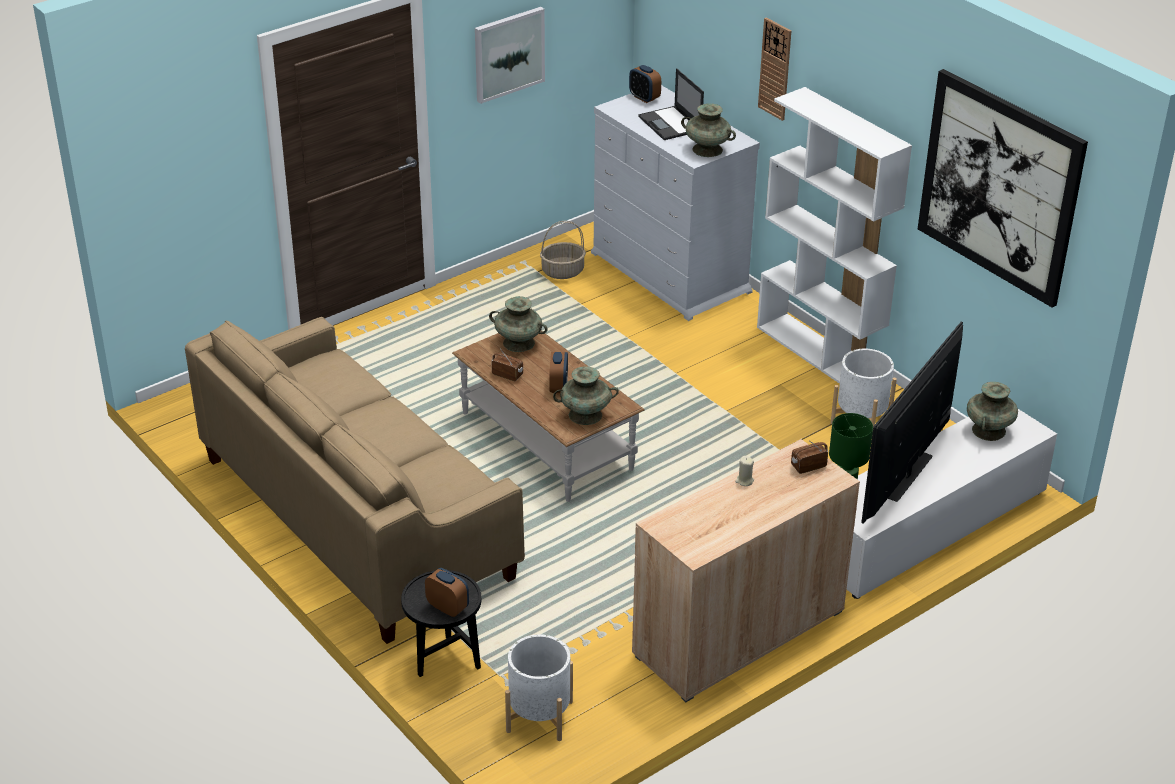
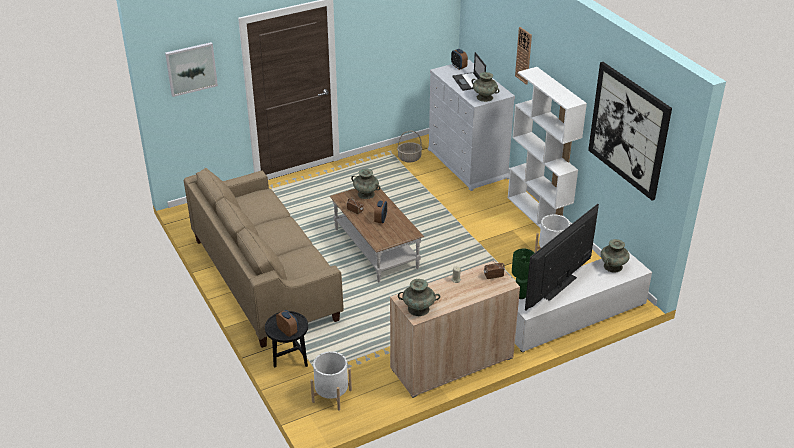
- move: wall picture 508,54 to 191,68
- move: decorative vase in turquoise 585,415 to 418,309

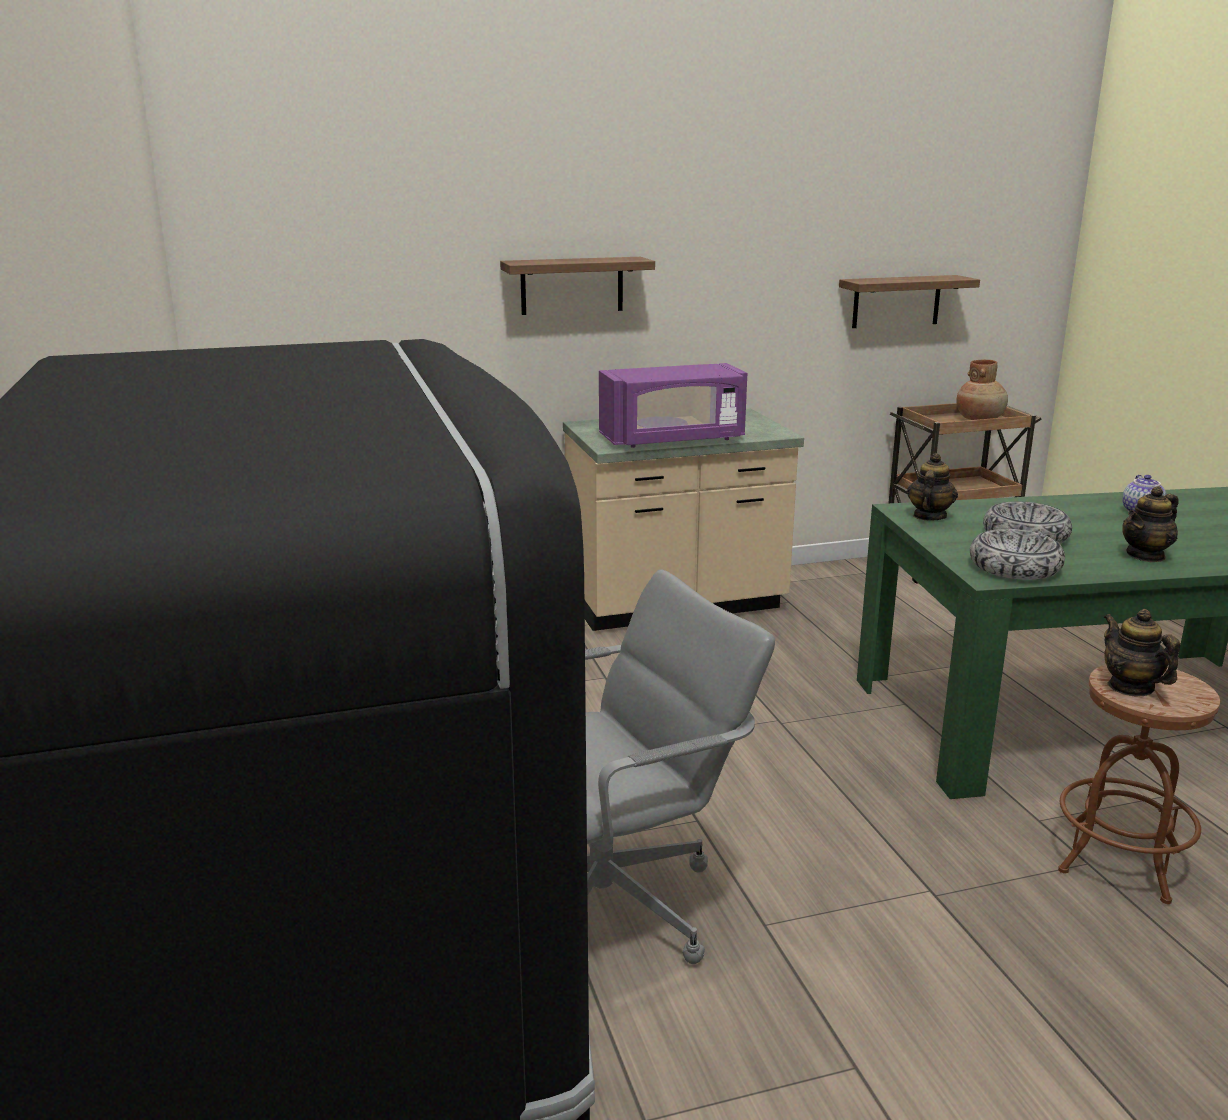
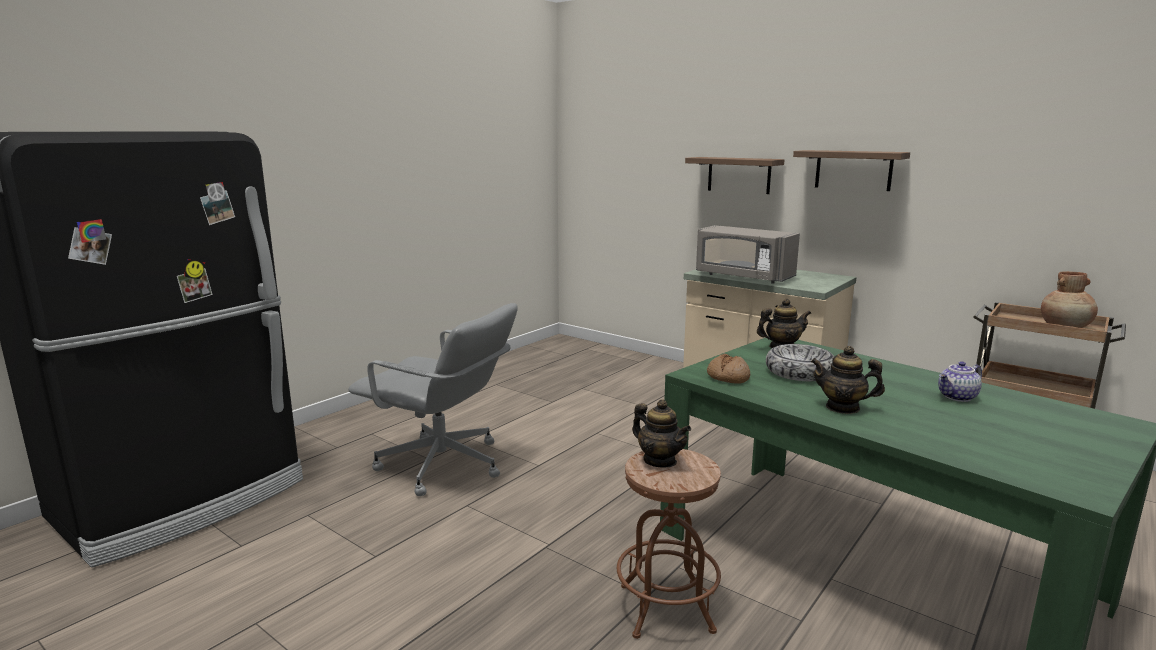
- recolor: microwave oven in purple-coloured 673,440 to microwave oven in greyish 743,277
- move: bracket shelf 896,301 to 853,170
- replace: serving bowl 1014,568 to baked bread 727,377
- rotate: tea pot 1130,687 = 660,461 105 degrees clockwise

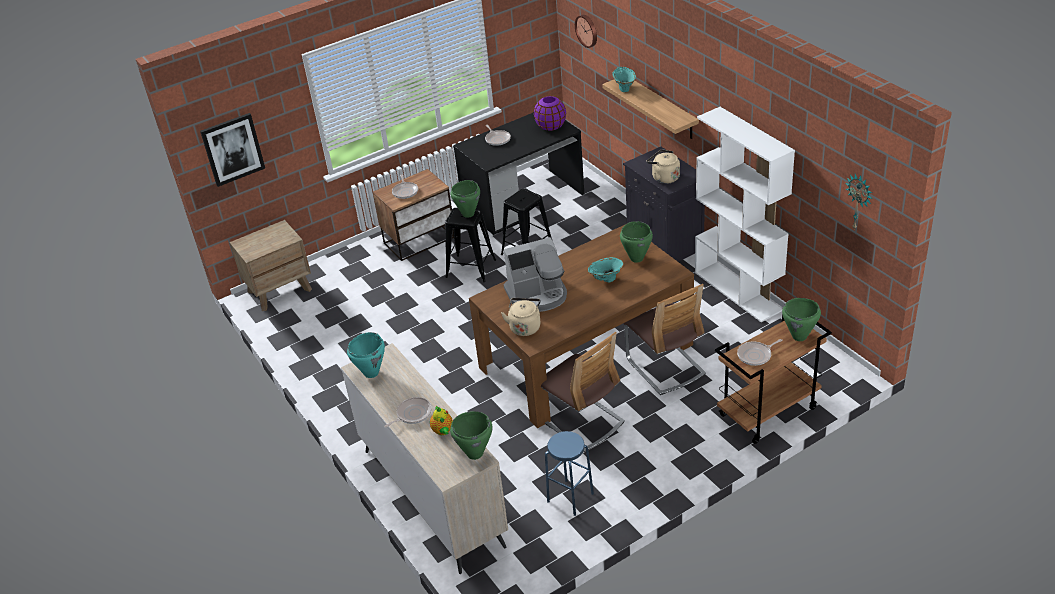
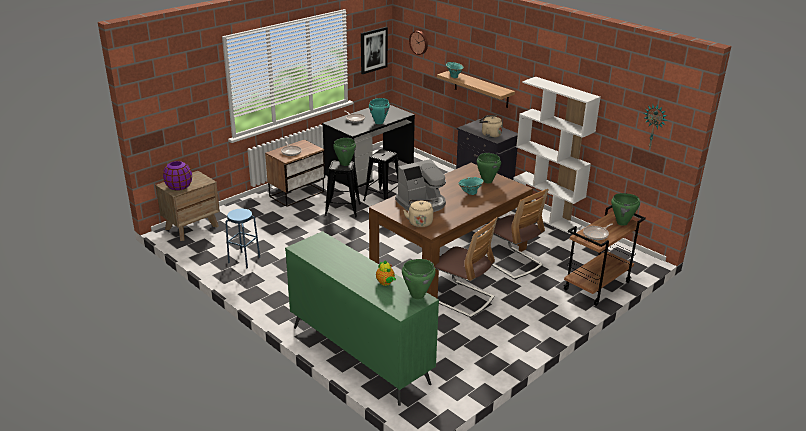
- move: wall picture 232,149 to 373,50
- recolor: drawer chest in beige-coloured 433,496 to drawer chest in green 359,354
- move: saucepot in turquoise 372,373 to 379,122
- delete: frying pan 412,414
- move: decorative vase in purple-coloured 551,126 to 179,187
- move: sitting stool in blue 570,497 to 244,259

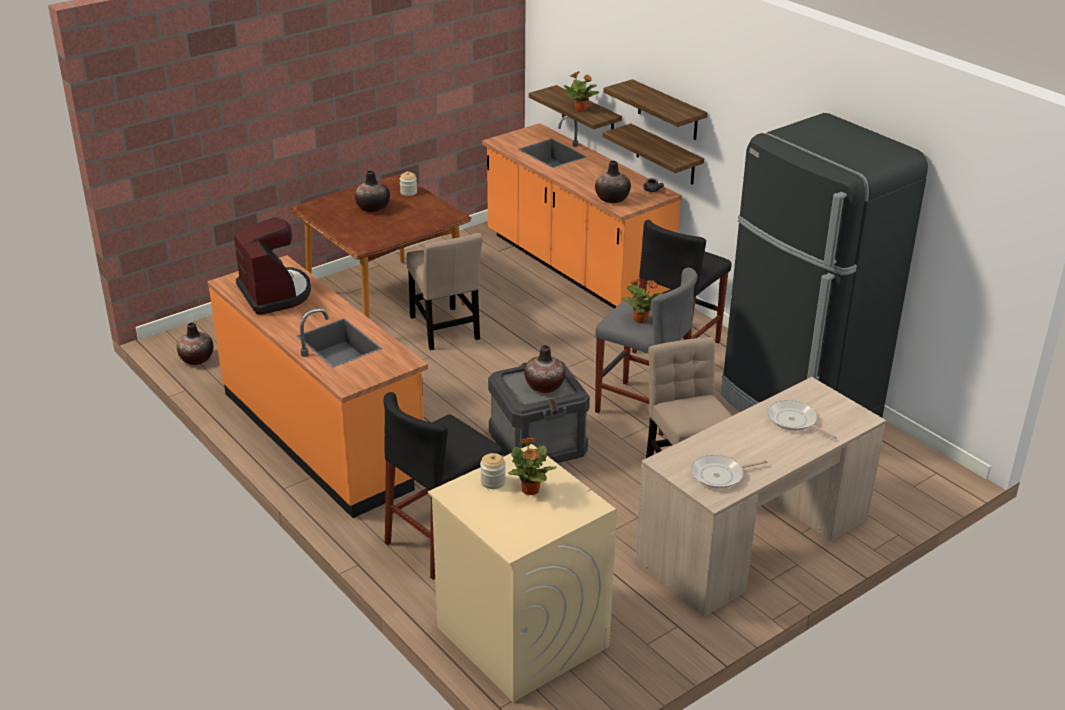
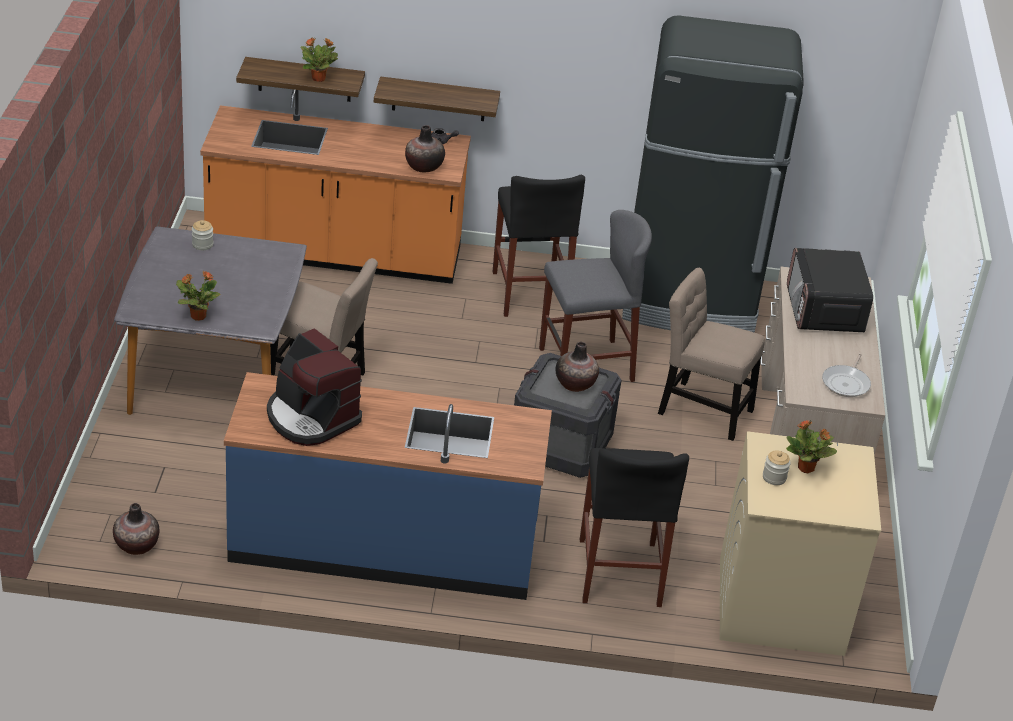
- recolor: kitchen base unit in orange 323,436 to kitchen base unit in blue 384,545
- rotate: coffee maker 275,293 = 311,417 150 degrees counterclockwise
- recolor: kitchen table in brown-coloured 385,300 to kitchen table in greyish 214,379
- delete: decorative vase 373,208
- delete: bracket shelf 667,110
- move: potted plant 640,319 to 197,316
- replace: frying pan 794,421 to microwave oven 824,311

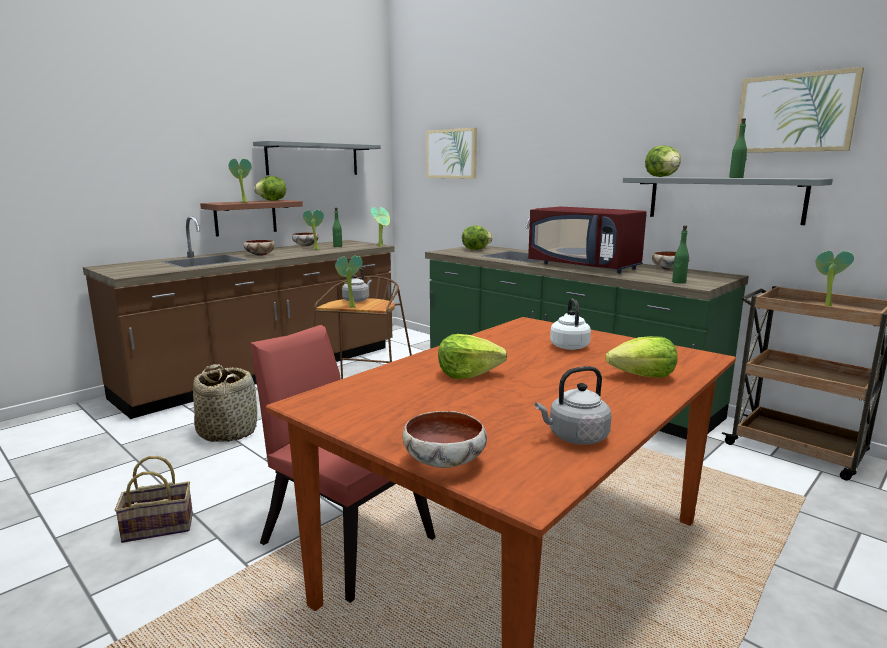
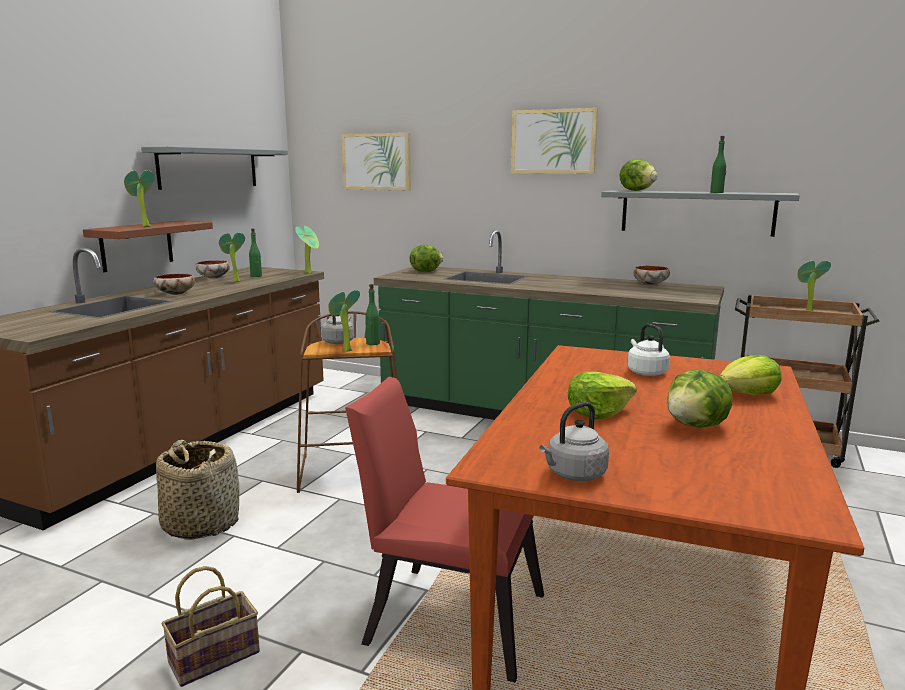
- move: lettuce head 272,200 to 696,426
- delete: serving bowl 446,462
- delete: microwave oven in red 584,266
- move: water kettle in greyish 575,437 to 574,474
- move: bottle in green 678,282 to 373,343
- move: wall picture 795,113 to 553,141

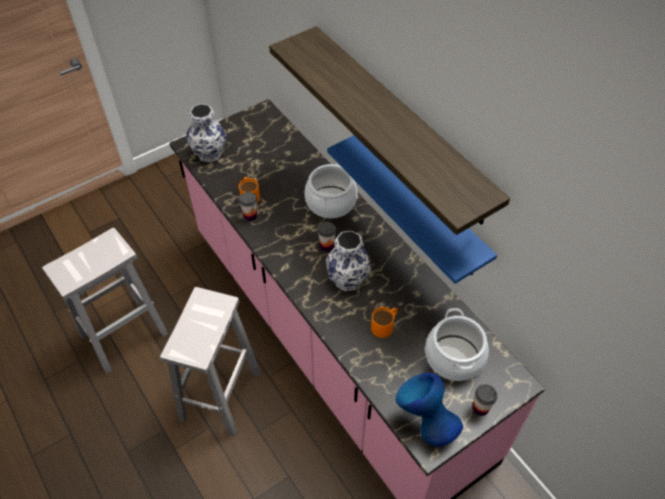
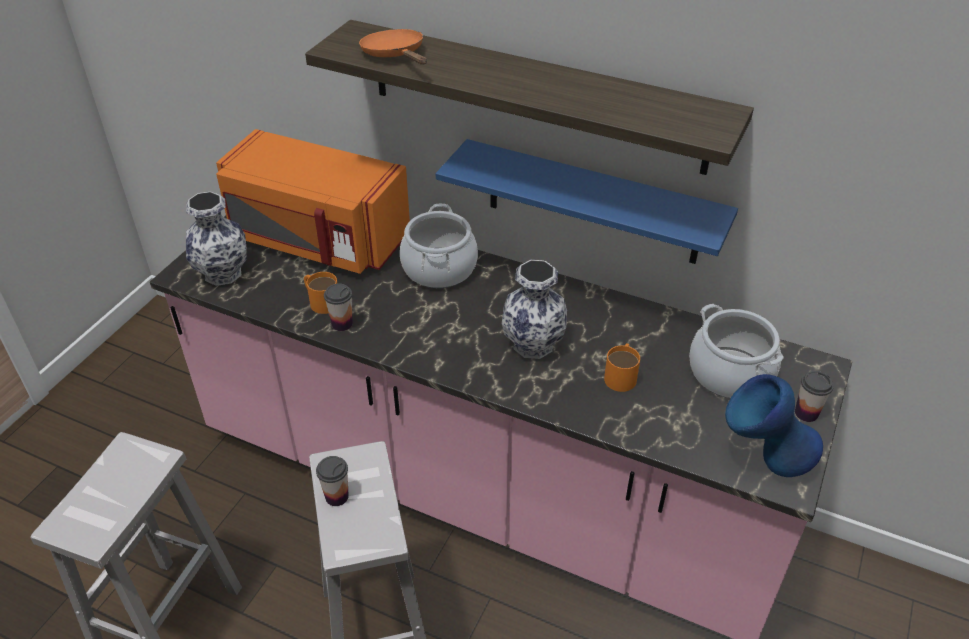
- move: small cup 327,246 to 337,496
- insert: microwave oven in orange 317,239
- insert: frying pan in orange 395,55

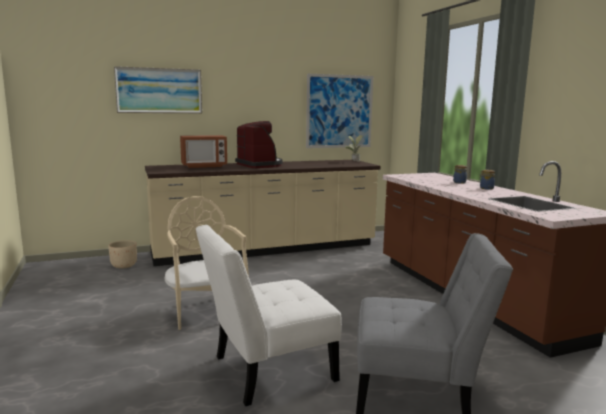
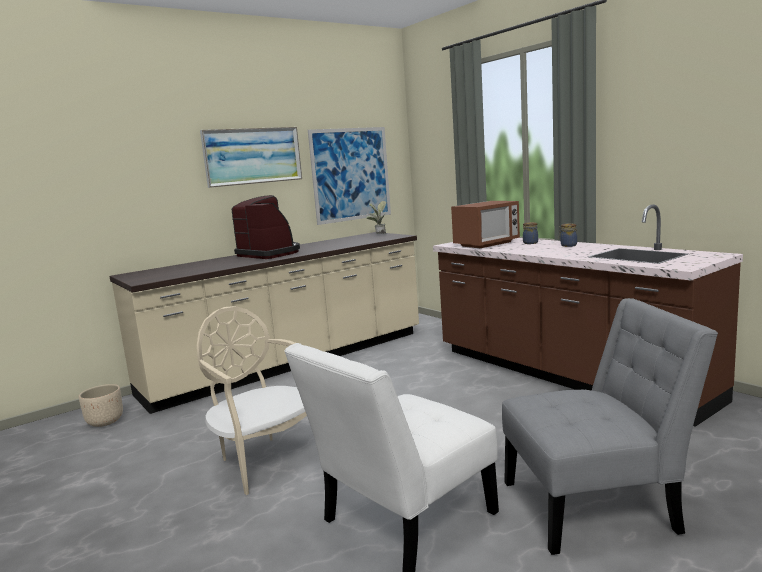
- move: wall picture 159,90 to 253,156
- move: microwave oven 204,166 to 486,244

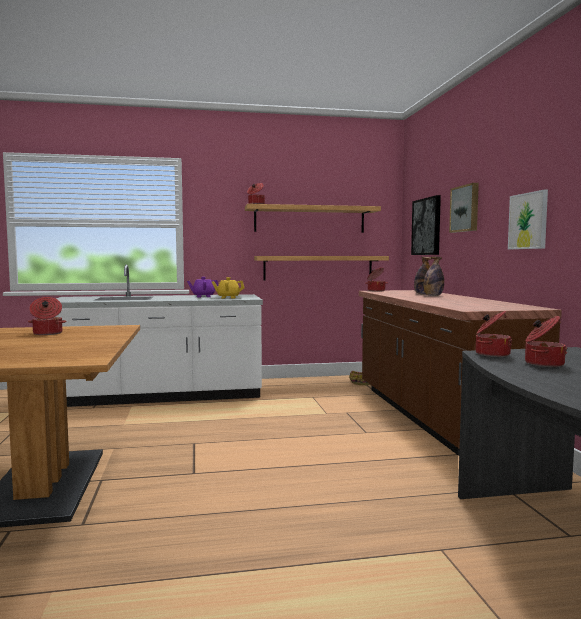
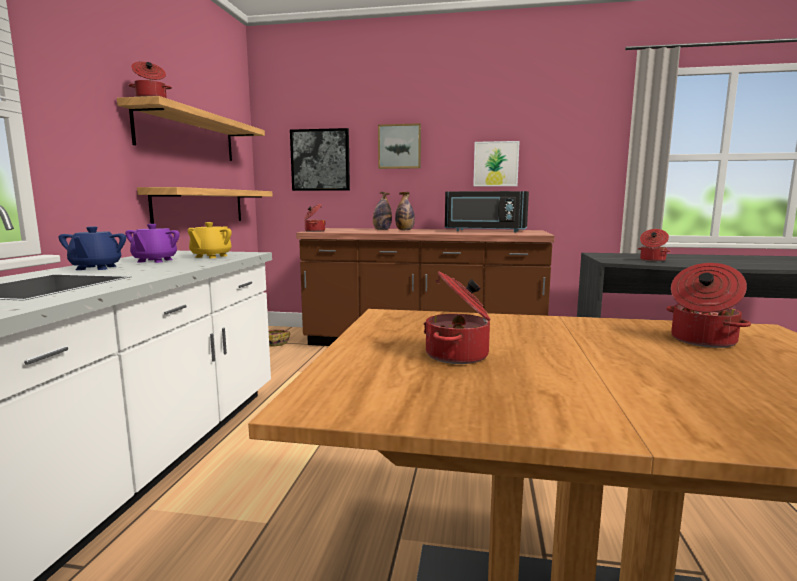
- move: saucepot 491,354 to 701,340
- insert: tea pot in blue 96,268
- insert: microwave oven in blackish 485,231

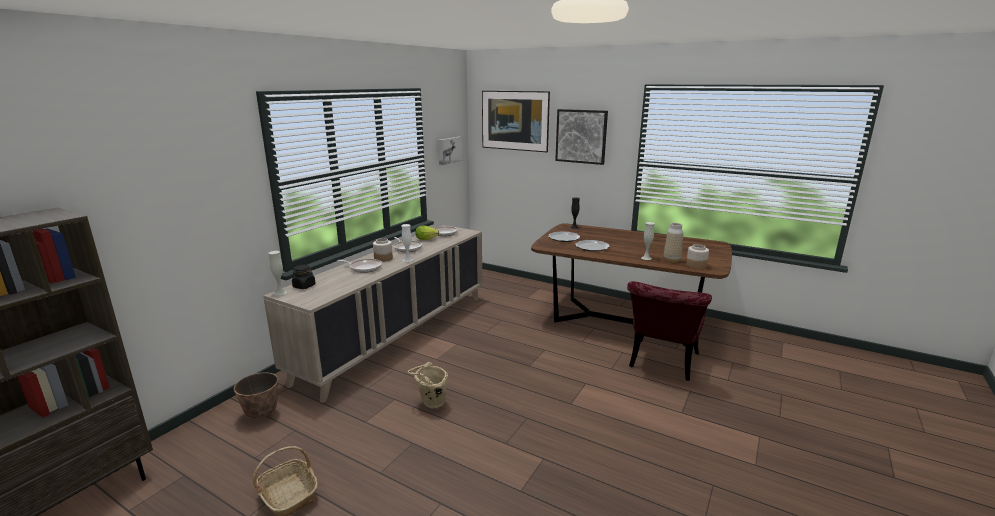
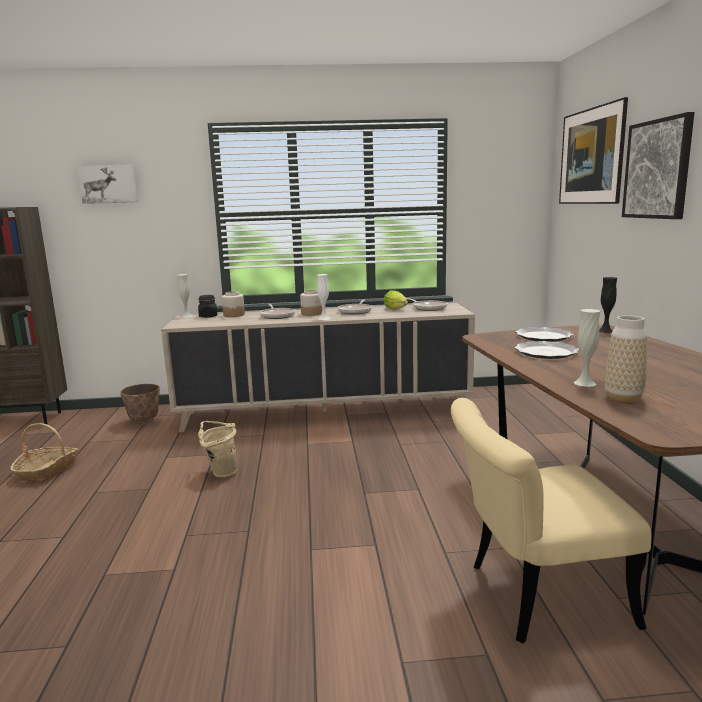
- move: wall picture 449,150 to 109,184
- recolor: upright chair in red 662,364 to upright chair in beige-coloured 533,596
- move: preserve jar 695,266 to 234,315

